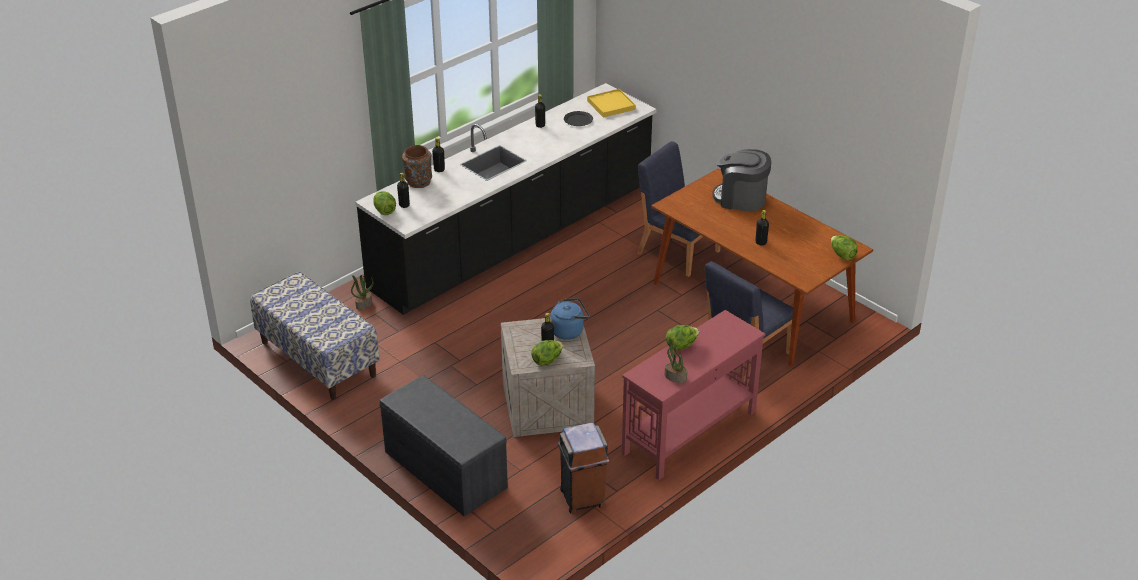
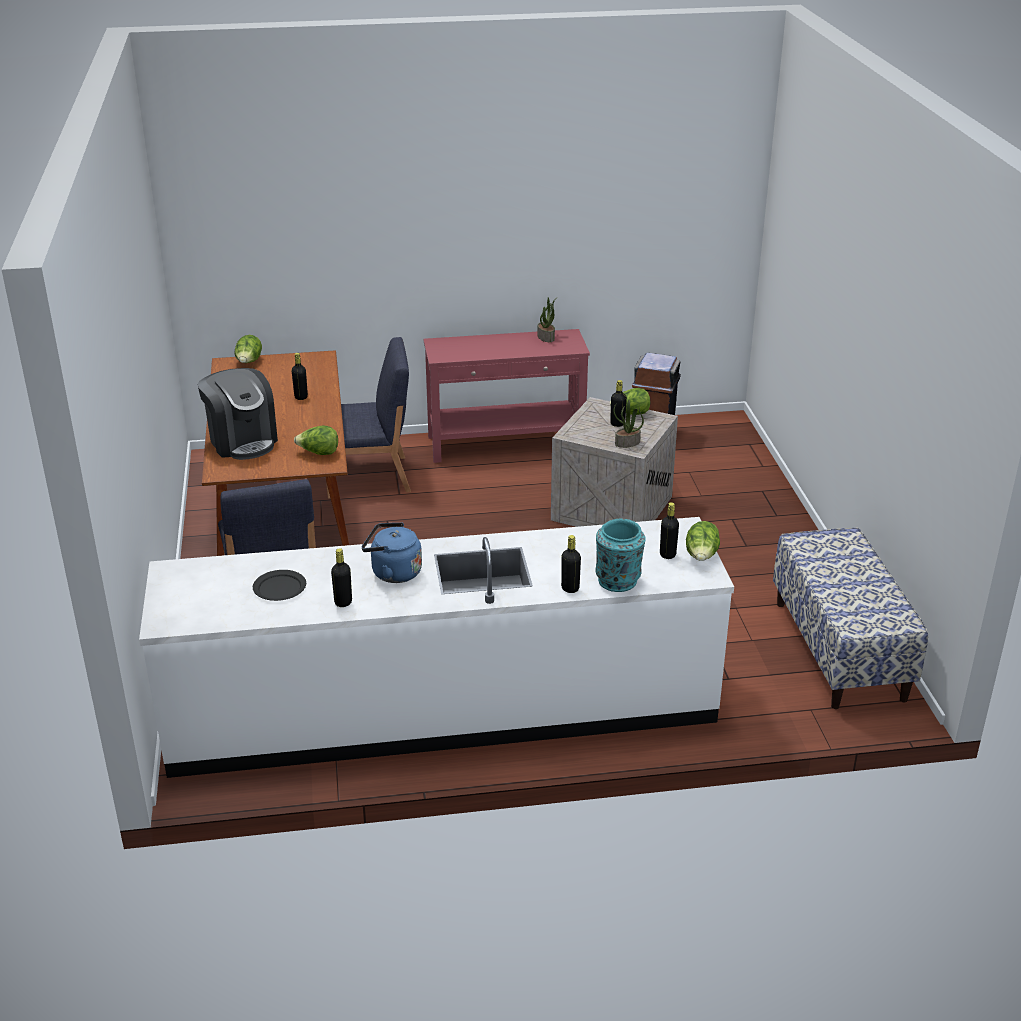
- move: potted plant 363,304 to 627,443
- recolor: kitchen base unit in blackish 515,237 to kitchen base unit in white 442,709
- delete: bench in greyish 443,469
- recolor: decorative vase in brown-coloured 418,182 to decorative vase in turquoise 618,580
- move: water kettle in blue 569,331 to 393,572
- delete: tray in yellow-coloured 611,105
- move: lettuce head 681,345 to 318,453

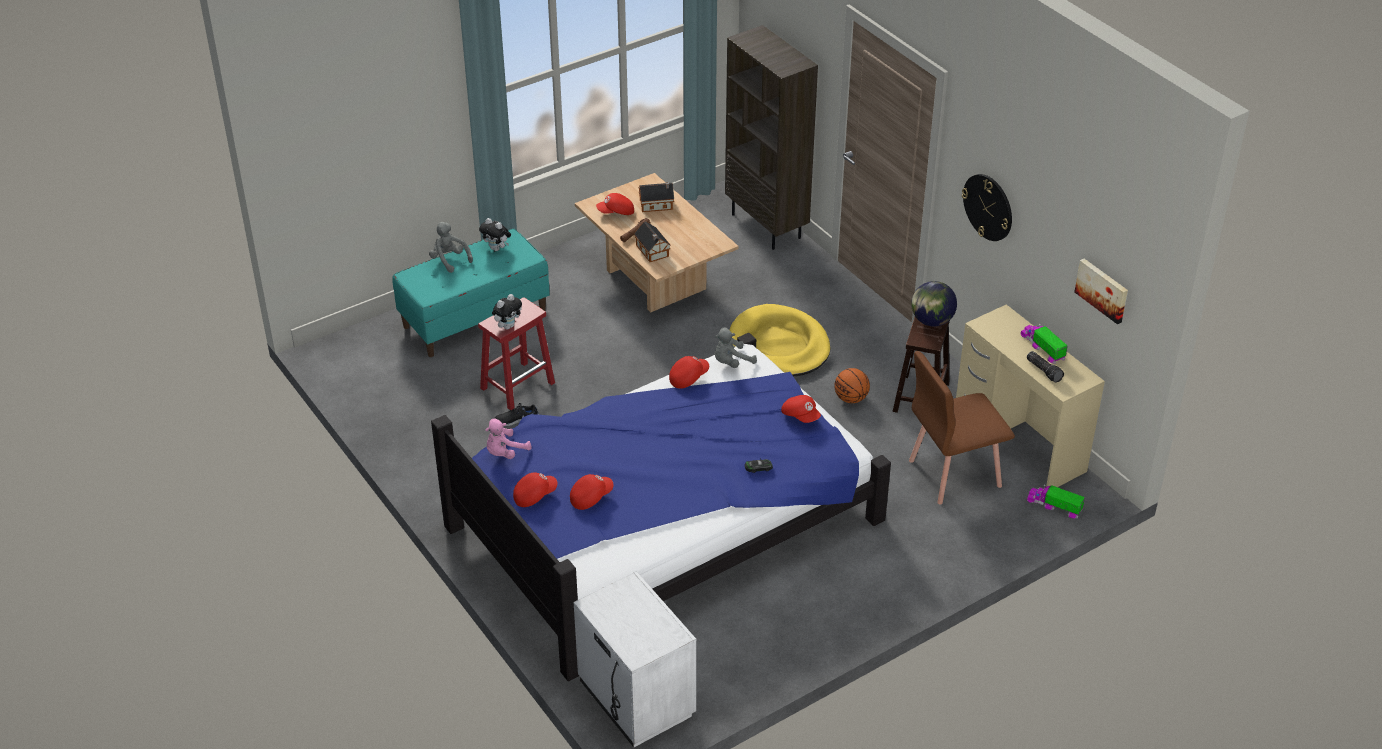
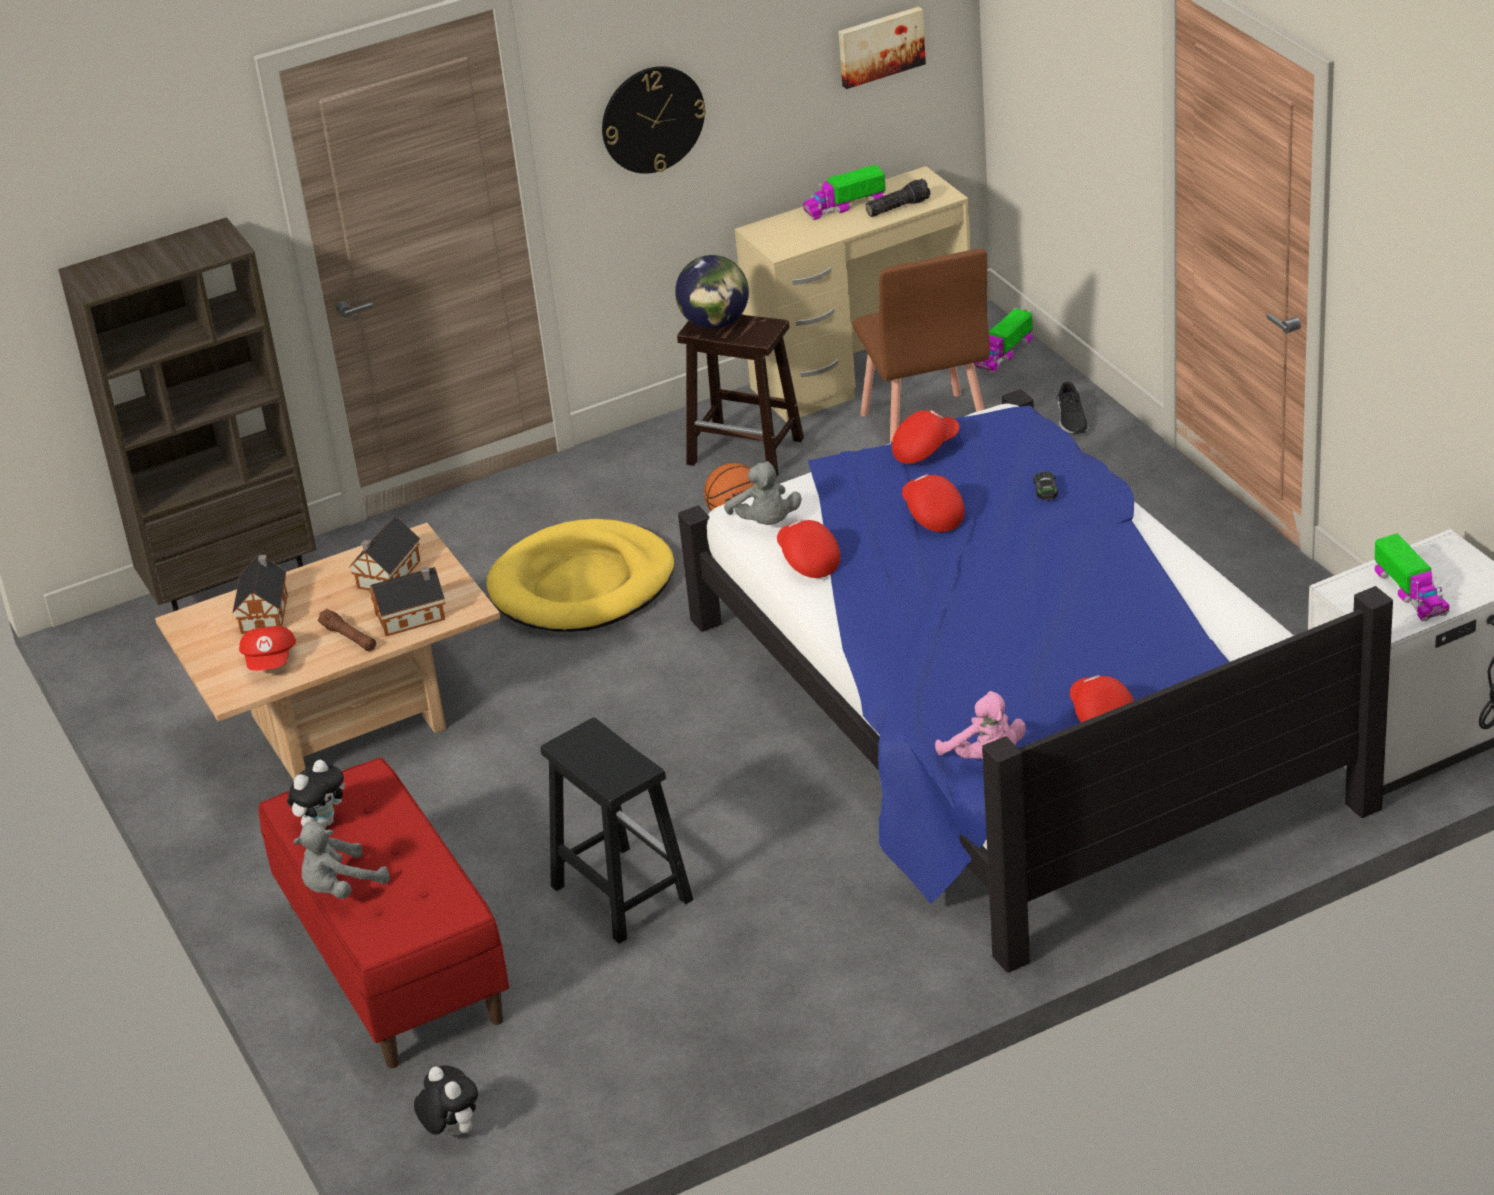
- recolor: bench in turquoise 475,318 to bench in red 392,962
- recolor: sitting stool in red 518,385 to sitting stool in blackish 619,892
- move: cuddly toy 508,326 to 451,1130
- move: item of footwear in blackish 516,420 to 1071,420
- move: baseball cap in red 591,497 to 932,514
- insert: miniature house 386,576
- insert: toy lorry 1410,592

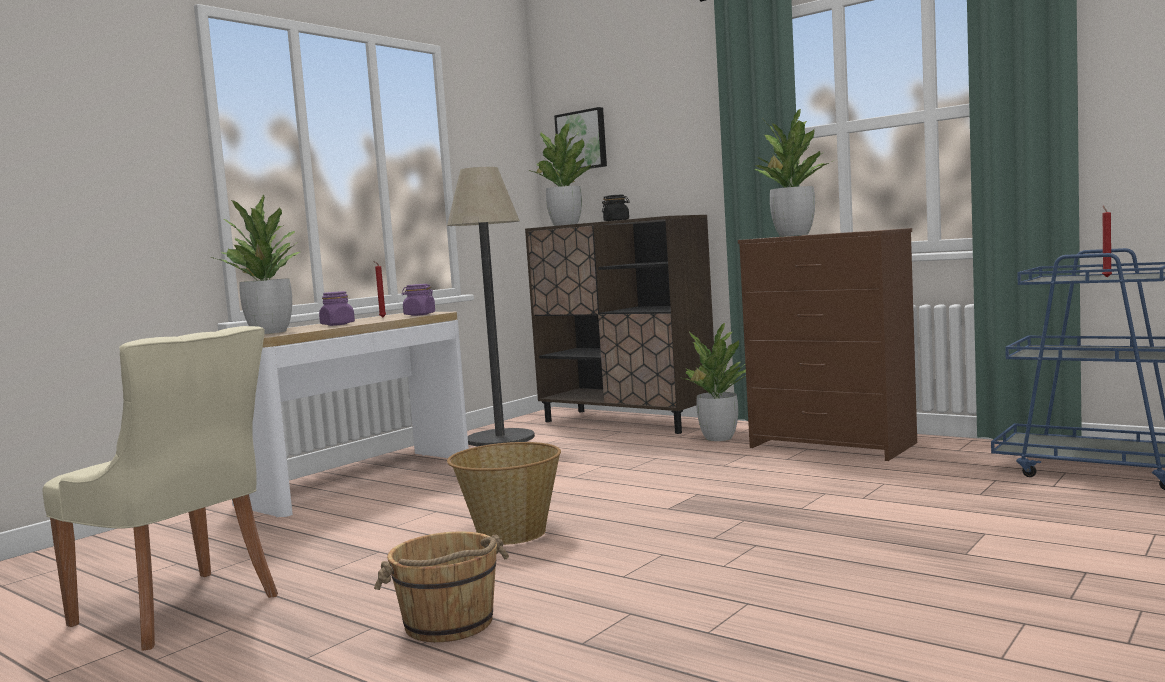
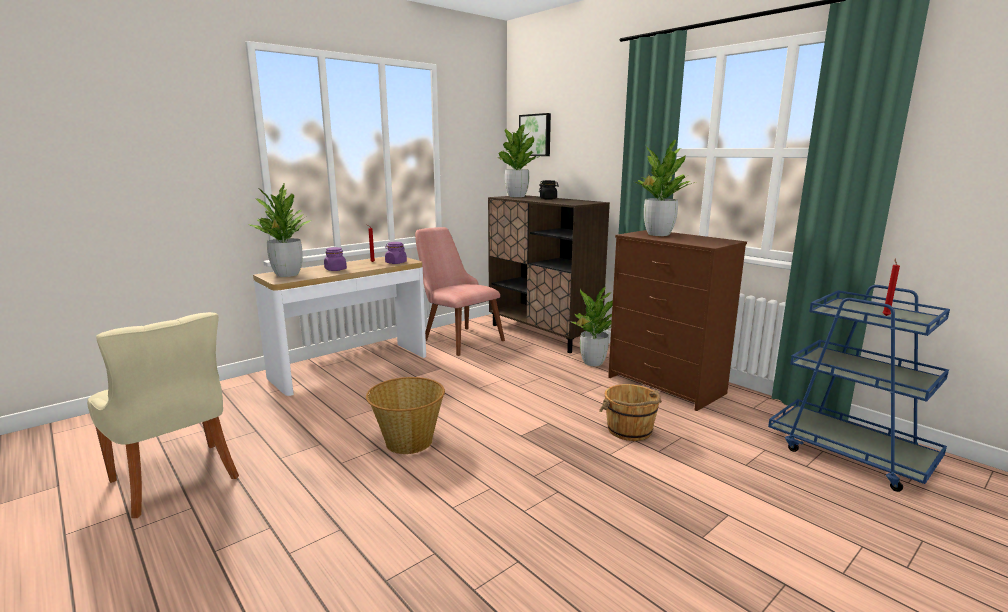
- move: water bucket in brown-coloured 449,624 to 630,430
- replace: standard lamp 500,438 to upright chair in pinkish 456,338

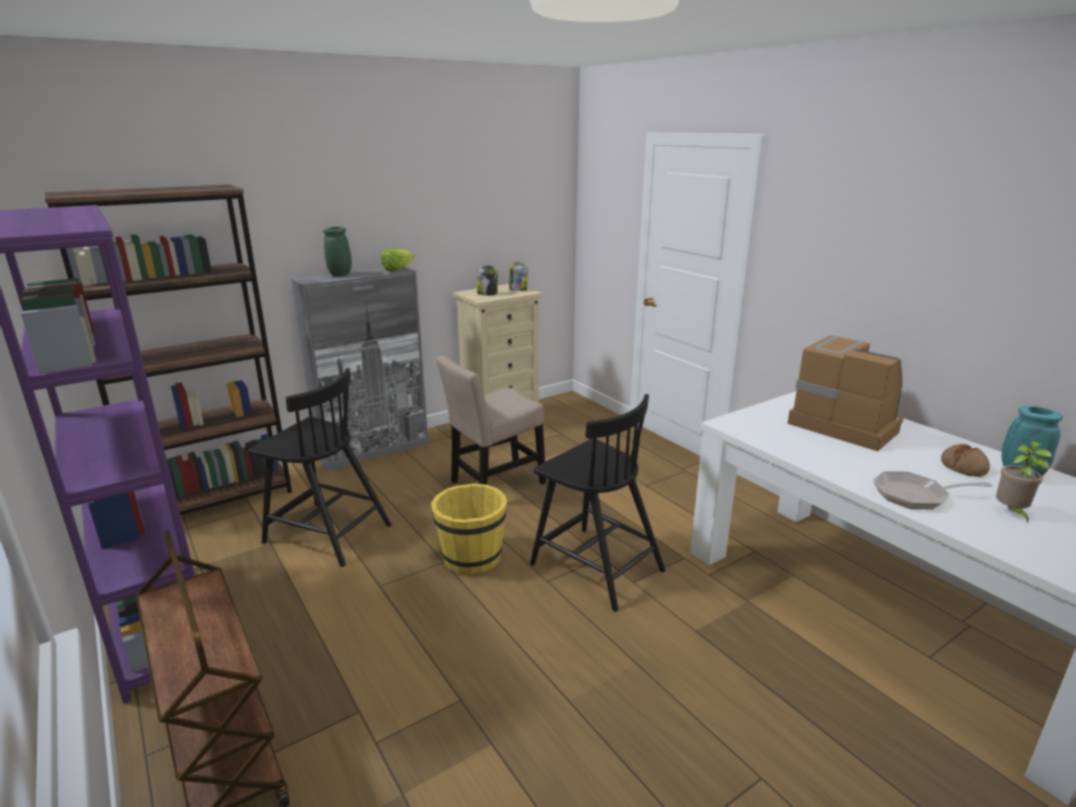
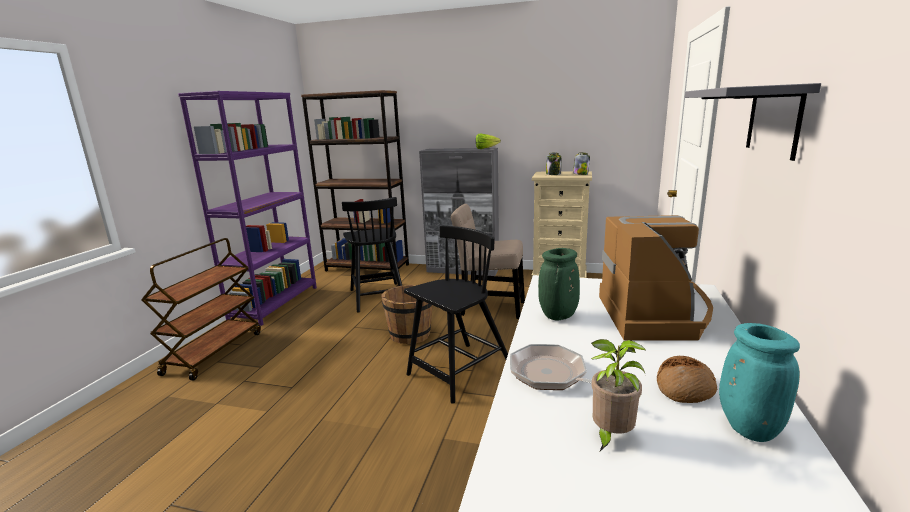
- move: decorative vase in green 340,275 to 558,316
- recolor: water bucket in yellow-coloured 471,557 to water bucket in brown-coloured 410,335
- rotate: upright chair in blackish 595,566 = 459,372 135 degrees counterclockwise
- insert: bracket shelf in greyish 773,120

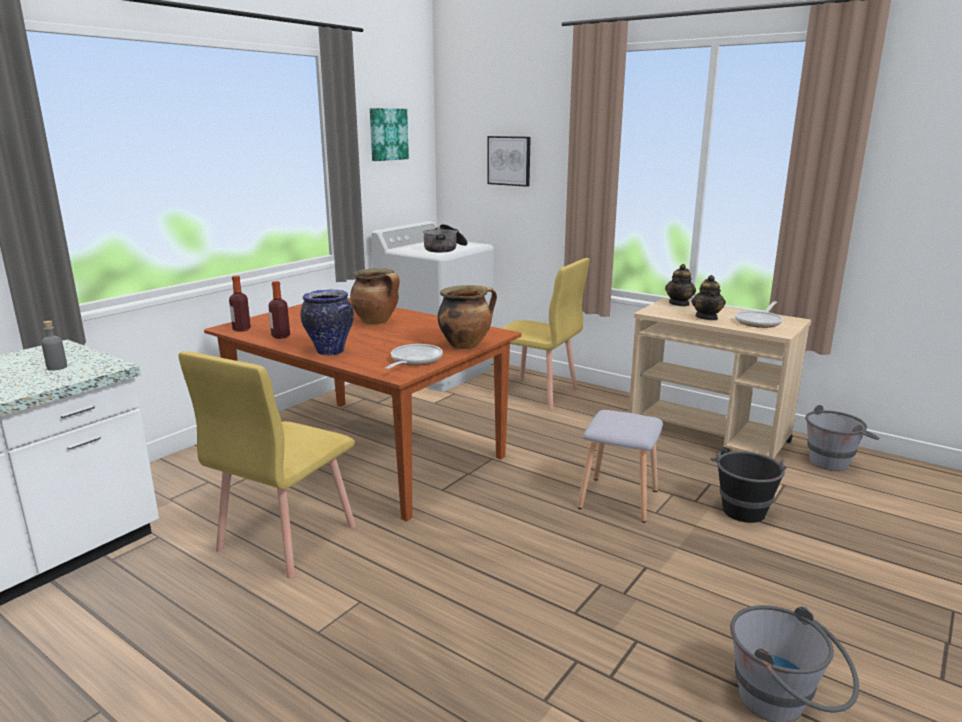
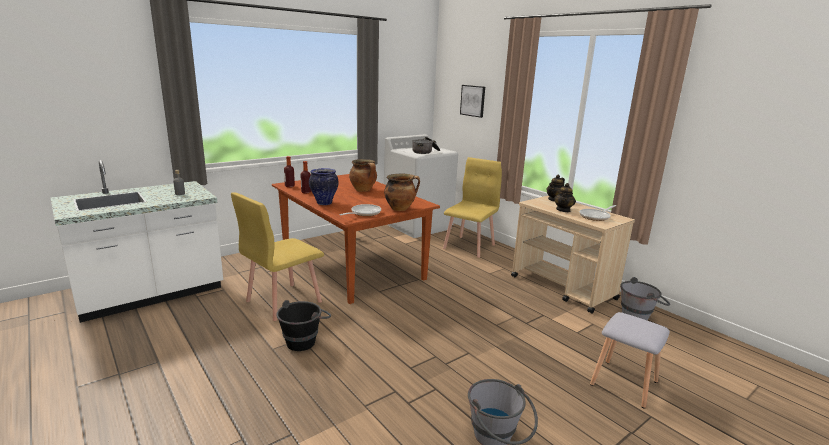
- delete: wall picture 387,134
- rotate: upright chair in yellow-coloured 536,393 = 469,246 105 degrees counterclockwise
- move: sitting stool in greyish 618,498 to 623,382
- move: water bucket in blackish 742,507 to 305,340

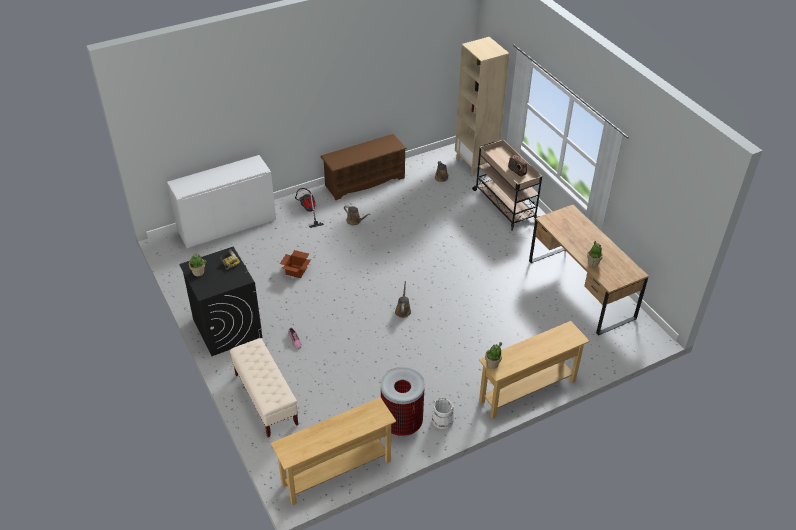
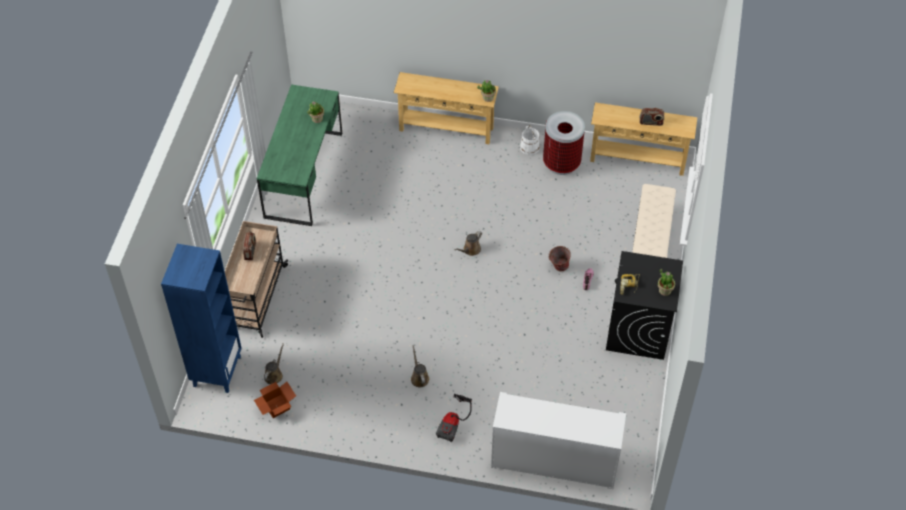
- move: cardboard box 296,270 to 276,406
- delete: shoe stand in brown-coloured 364,181
- recolor: bookcase in beige-coloured 475,164 to bookcase in blue 217,371
- recolor: desk unit in brown-coloured 580,289 to desk unit in green 304,175
- insert: water bucket 558,267
- insert: radio 651,122

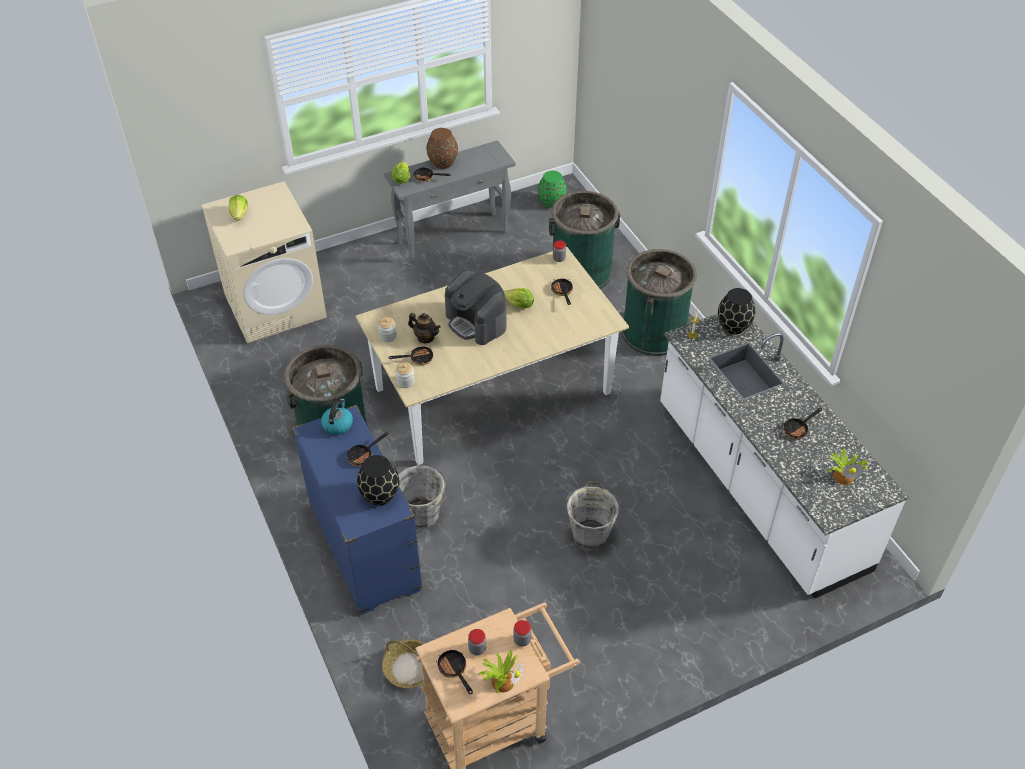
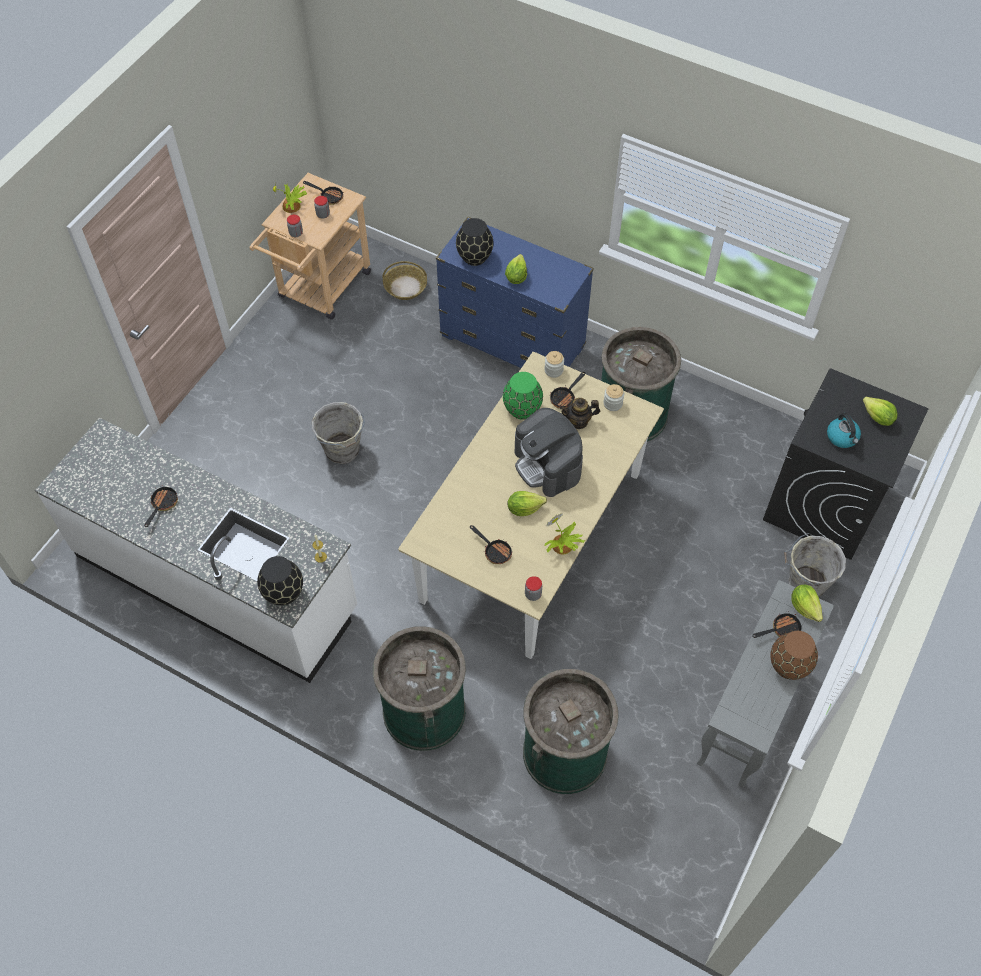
- recolor: washing machine in beige-coloured 275,305 to washing machine in blackish 824,503
- move: water kettle 337,424 to 842,437
- replace: frying pan 363,455 to lettuce head 516,277
- move: water bucket in greyish 423,515 to 805,583
- rotate: coffee maker 476,322 = 548,465 135 degrees counterclockwise
- move: decorative vase in green 551,202 to 522,410
- move: potted plant 843,475 to 562,546

